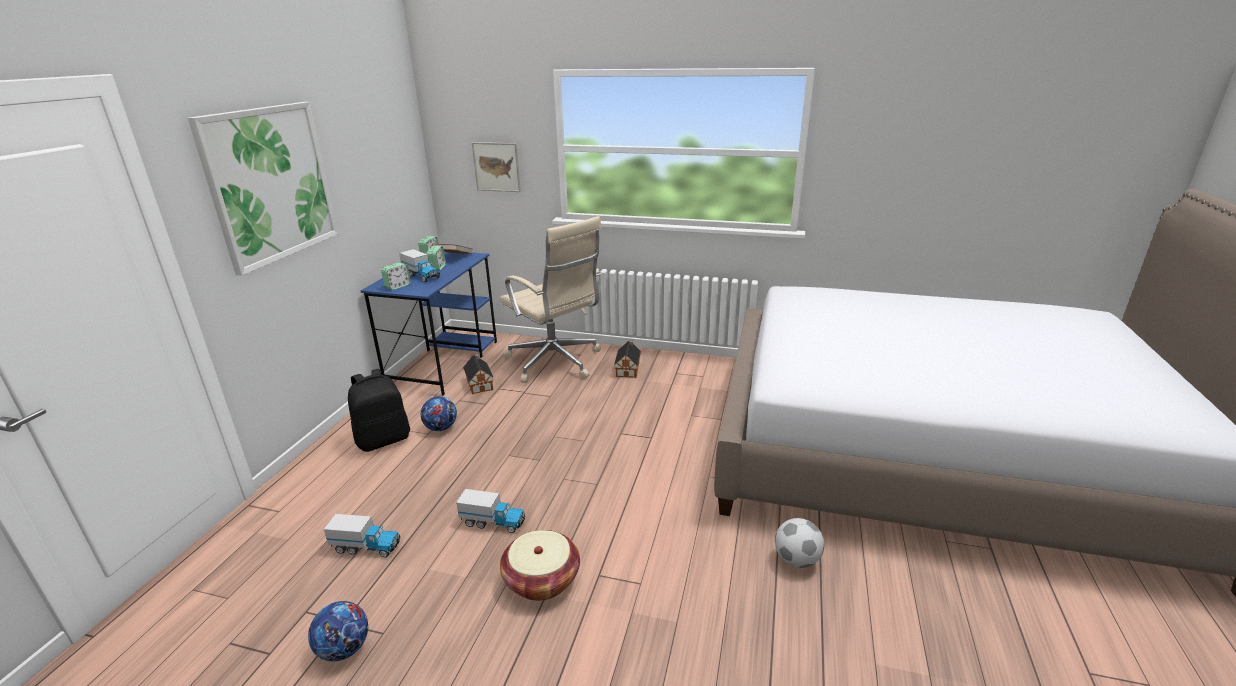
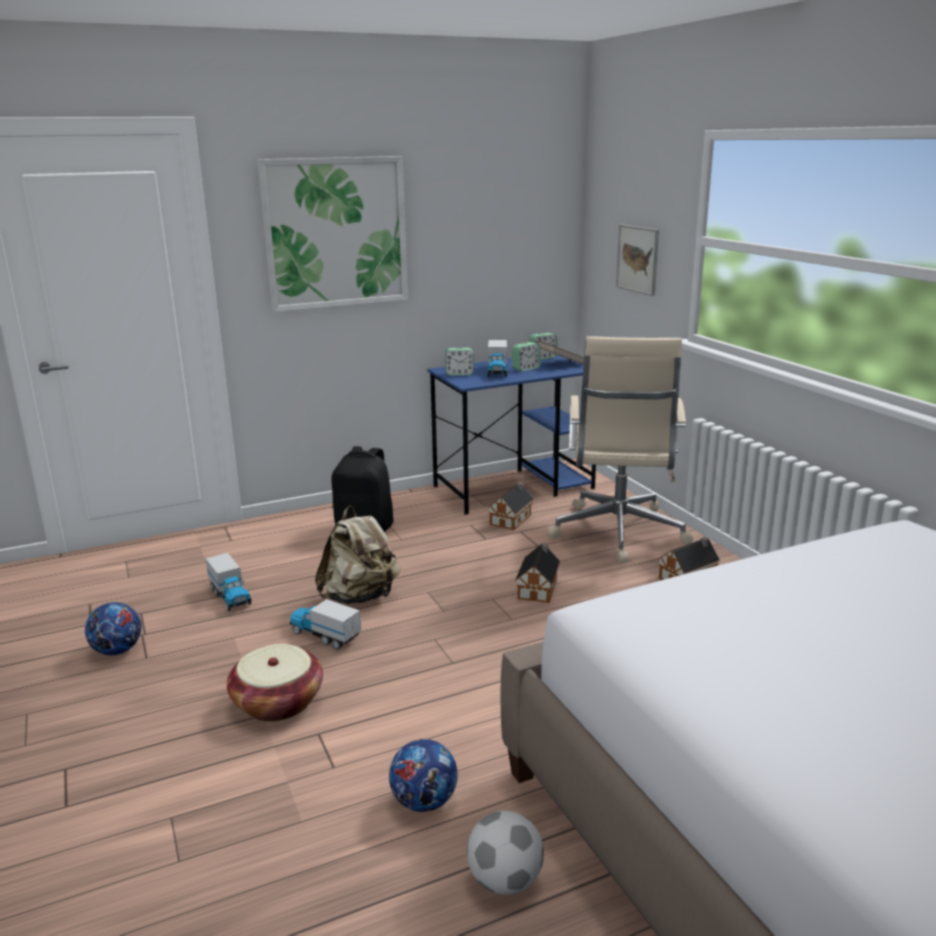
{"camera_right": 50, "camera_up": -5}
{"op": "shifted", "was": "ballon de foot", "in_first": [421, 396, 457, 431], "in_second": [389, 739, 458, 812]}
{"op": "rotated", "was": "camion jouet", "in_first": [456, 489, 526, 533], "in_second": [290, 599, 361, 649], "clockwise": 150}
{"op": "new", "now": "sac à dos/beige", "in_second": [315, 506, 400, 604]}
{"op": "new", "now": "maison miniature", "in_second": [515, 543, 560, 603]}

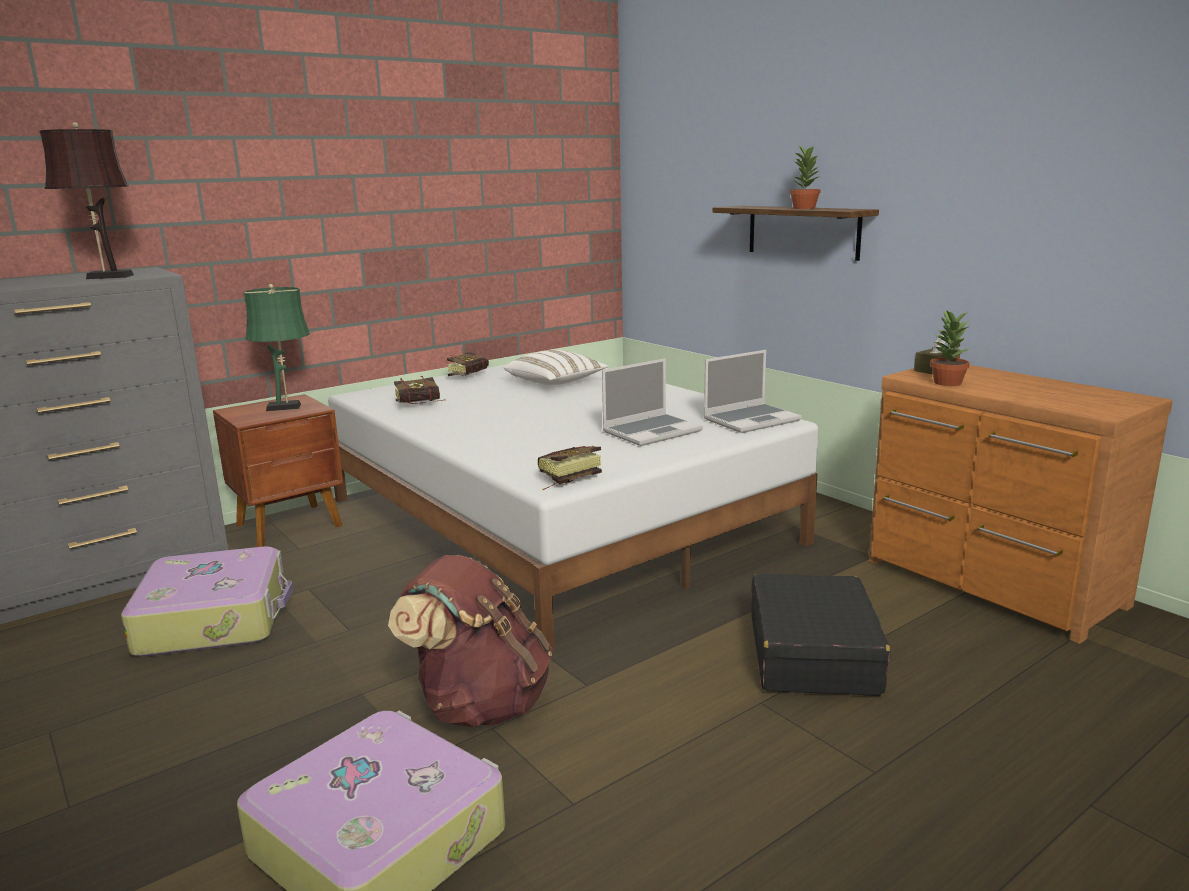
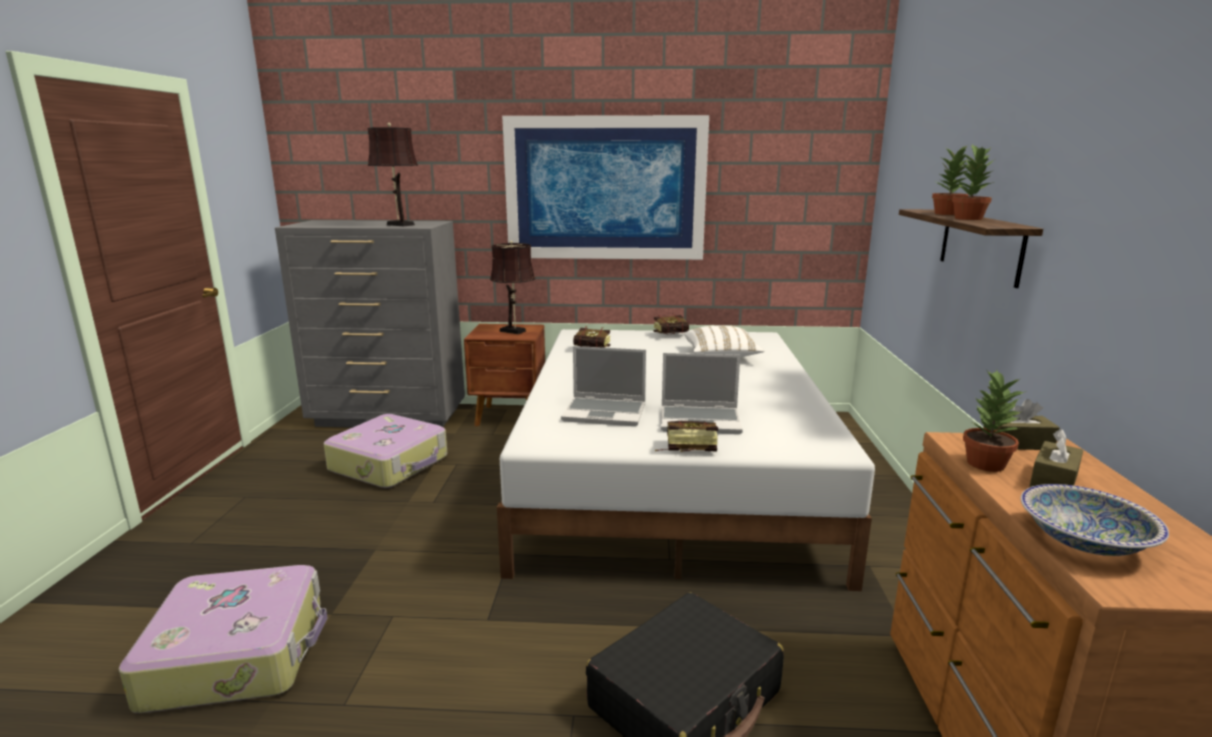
{"camera_right": 40, "camera_up": 0}
{"op": "repainted", "was": "lampe de table/vert", "now": "lampe de table/marron", "in_first": [244, 284, 310, 412], "in_second": [490, 241, 535, 334]}
{"op": "shifted", "was": "ordinateur portable", "in_first": [704, 350, 802, 433], "in_second": [561, 346, 646, 426]}
{"op": "shifted", "was": "livre", "in_first": [538, 446, 602, 490], "in_second": [655, 421, 718, 452]}
{"op": "gone", "was": "sac à dos/marron", "in_first": [388, 555, 553, 727]}
{"op": "new", "now": "tableau", "in_second": [502, 115, 709, 260]}
{"op": "new", "now": "plante en pot", "in_second": [932, 145, 968, 215]}
{"op": "new", "now": "boîte à mouchoirs/marron", "in_second": [1030, 429, 1083, 487]}
{"op": "new", "now": "bol", "in_second": [1021, 484, 1169, 556]}

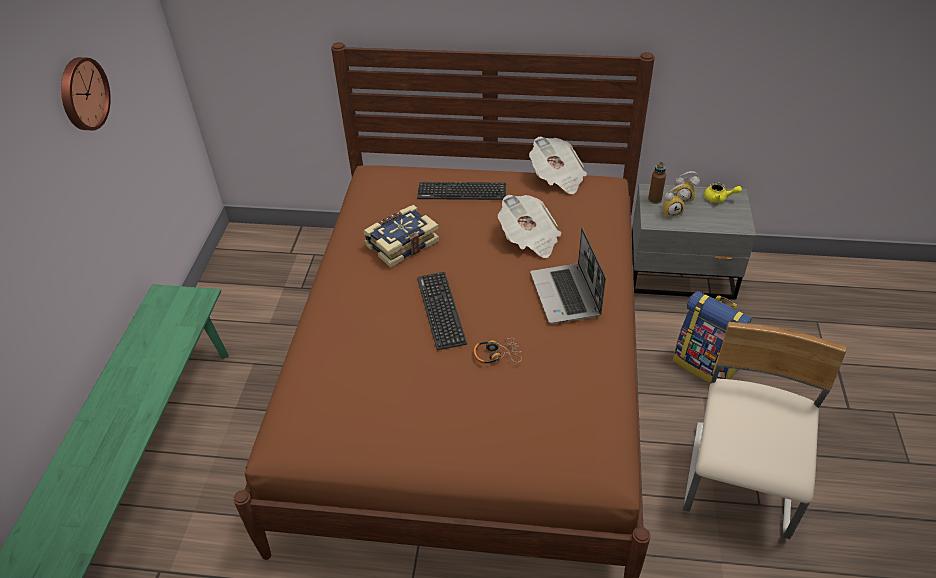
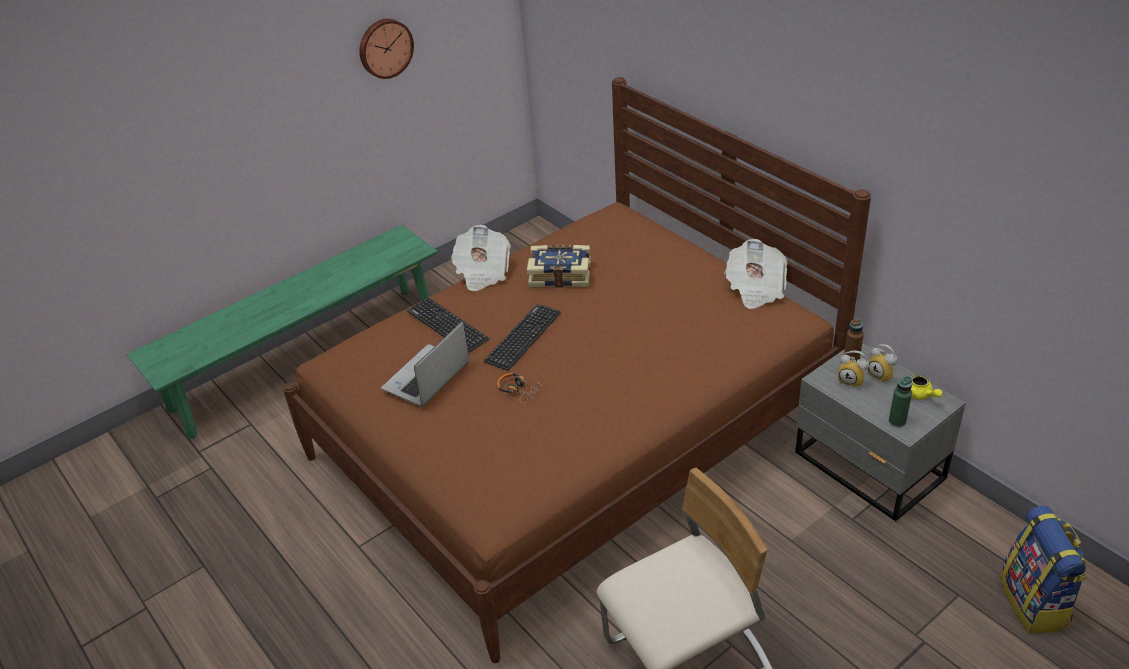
{"camera_right": 45, "camera_up": -5}
{"op": "shifted", "was": "clavier", "in_first": [417, 182, 506, 200], "in_second": [407, 298, 490, 353]}
{"op": "shifted", "was": "journal", "in_first": [498, 195, 561, 258], "in_second": [451, 225, 511, 291]}
{"op": "shifted", "was": "ordinateur portable", "in_first": [530, 227, 606, 324], "in_second": [381, 322, 469, 407]}
{"op": "shifted", "was": "sac à dos", "in_first": [673, 291, 752, 383], "in_second": [1000, 506, 1087, 634]}
{"op": "new", "now": "bouteille/vert", "in_second": [889, 376, 912, 427]}

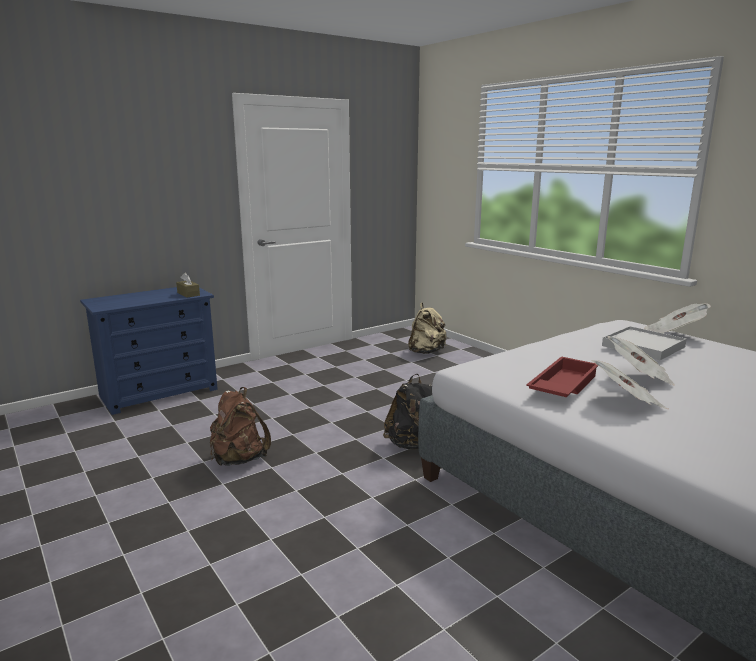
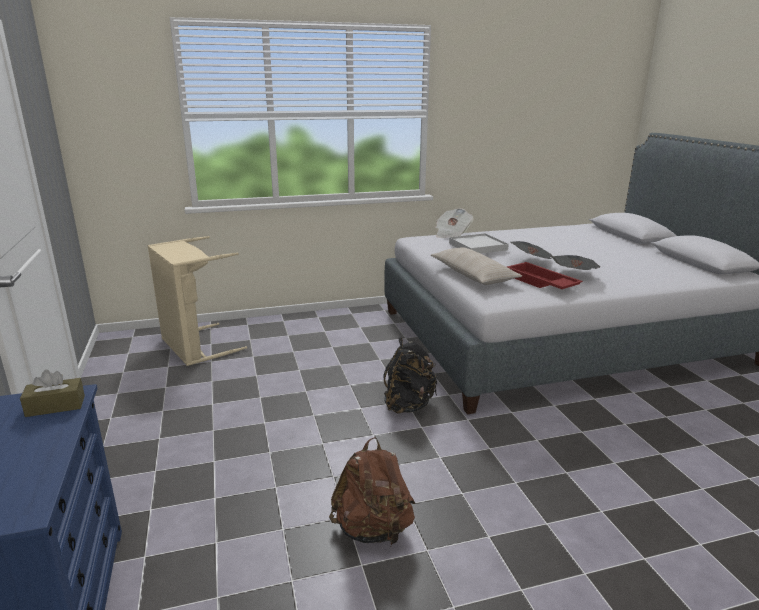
{"camera_right": -70, "camera_up": 5}
{"op": "swapped", "was": "sac à dos/beige", "now": "panier à linge/beige", "in_first": [408, 302, 446, 354], "in_second": [148, 236, 247, 366]}
{"op": "new", "now": "coussin/beige", "in_second": [431, 247, 522, 285]}

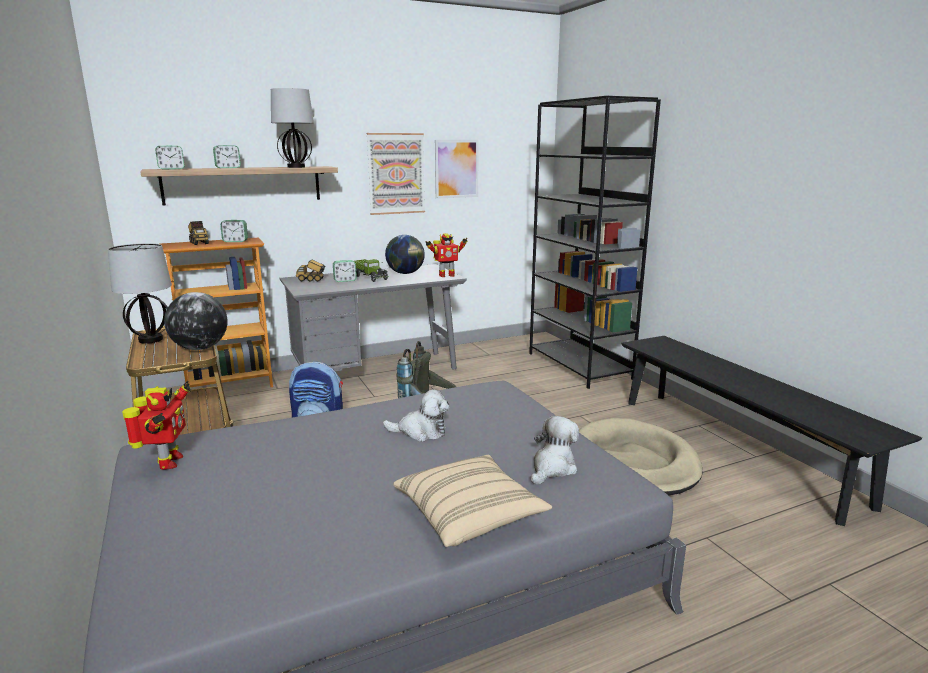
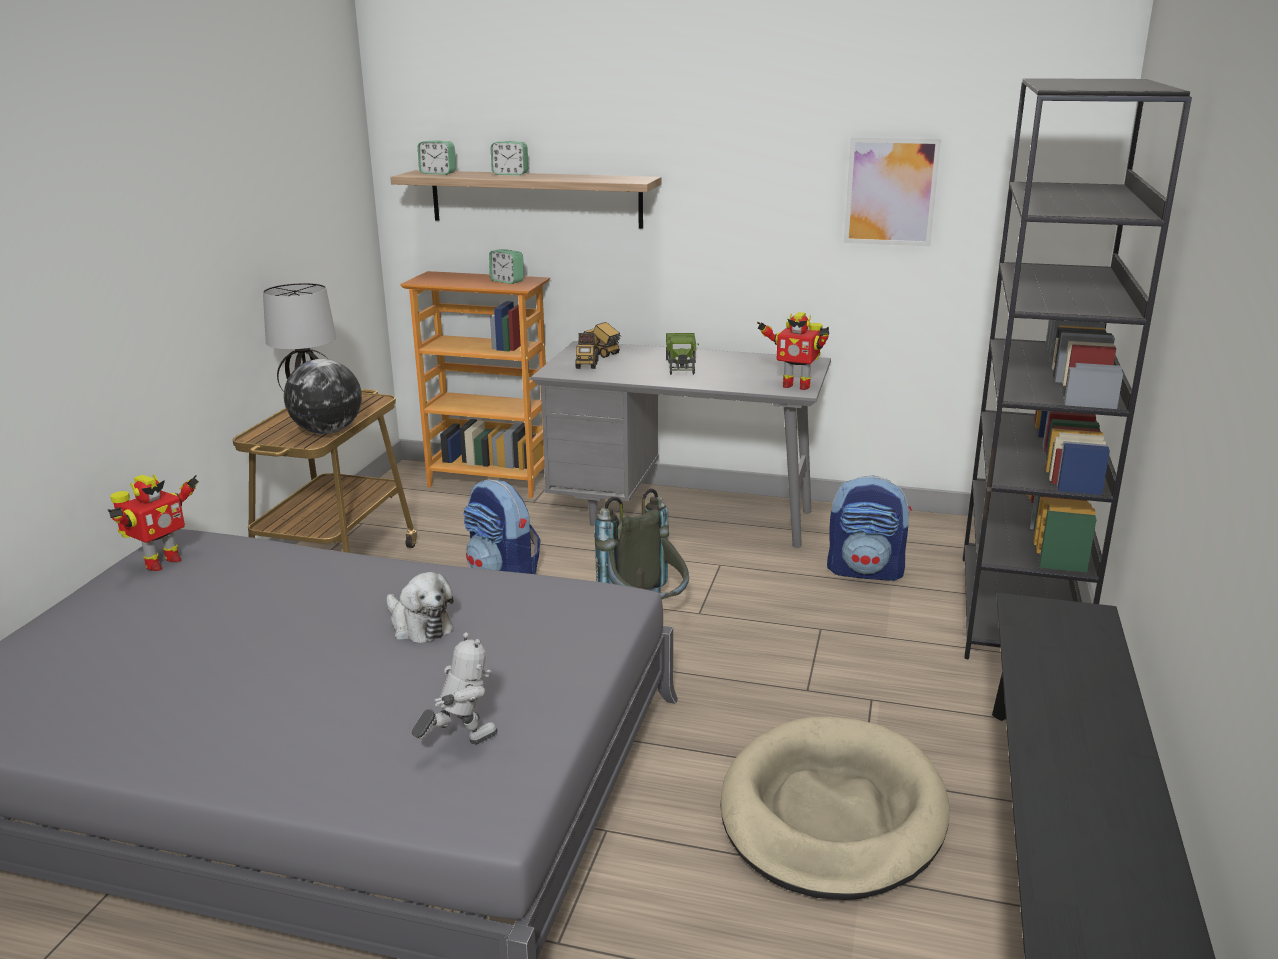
{"camera_right": 40, "camera_up": 5}
{"op": "gone", "was": "lampe de table", "in_first": [271, 88, 314, 168]}
{"op": "gone", "was": "tableau", "in_first": [366, 133, 425, 215]}
{"op": "shifted", "was": "camion jouet", "in_first": [188, 221, 209, 245], "in_second": [575, 333, 599, 369]}
{"op": "gone", "was": "globe", "in_first": [385, 235, 425, 274]}
{"op": "gone", "was": "réveil", "in_first": [333, 260, 357, 282]}
{"op": "swapped", "was": "peluche", "now": "robot jouet", "in_first": [531, 416, 579, 485], "in_second": [412, 632, 498, 744]}
{"op": "gone", "was": "coussin/beige", "in_first": [393, 455, 552, 547]}
{"op": "new", "now": "sac à dos", "in_second": [827, 475, 912, 581]}

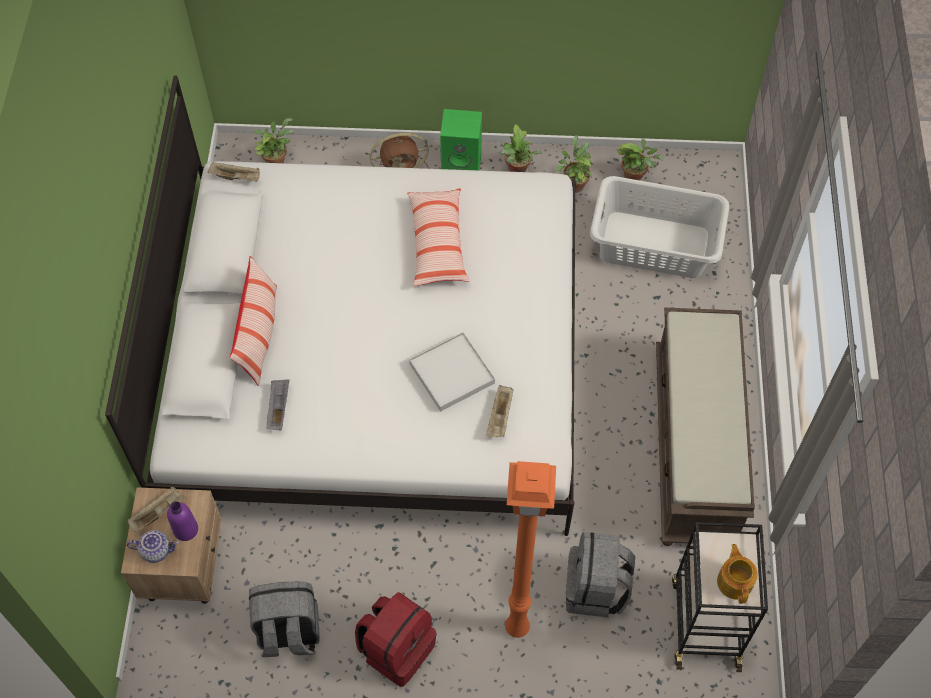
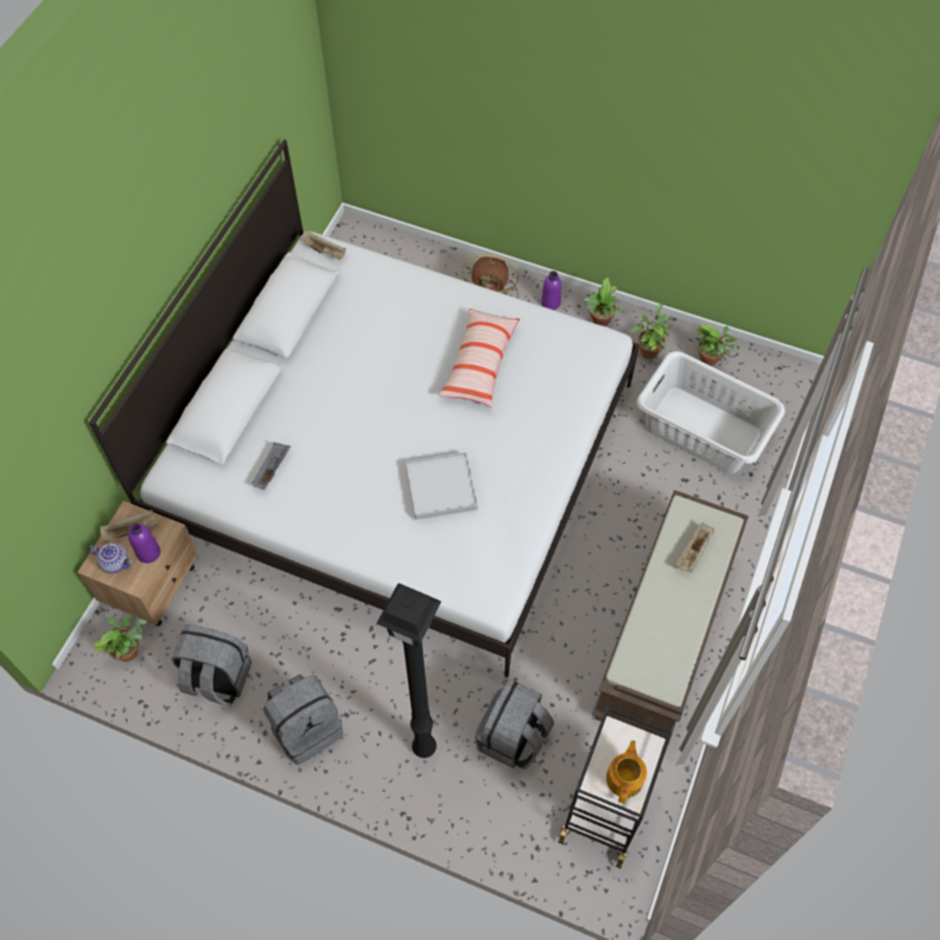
{"camera_right": 20, "camera_up": 0}
{"op": "swapped", "was": "enceinte/vert", "now": "bouteille/violet", "in_first": [440, 109, 482, 170], "in_second": [541, 271, 562, 310]}
{"op": "shifted", "was": "plante en pot", "in_first": [253, 118, 294, 163], "in_second": [93, 615, 147, 662]}
{"op": "gone", "was": "coussin", "in_first": [230, 256, 277, 386]}
{"op": "shifted", "was": "plateau/beige", "in_first": [486, 385, 513, 438], "in_second": [675, 523, 715, 572]}
{"op": "repainted", "was": "lampadaire/orange", "now": "lampadaire/noir", "in_first": [505, 461, 556, 638], "in_second": [376, 583, 442, 758]}
{"op": "repainted", "was": "sac à dos/rouge", "now": "sac à dos/gris", "in_first": [355, 592, 437, 687], "in_second": [263, 674, 343, 765]}

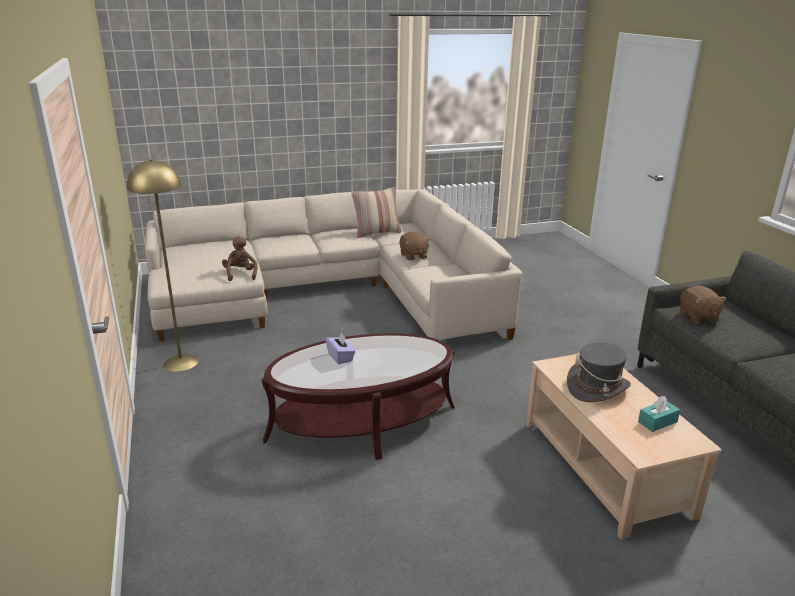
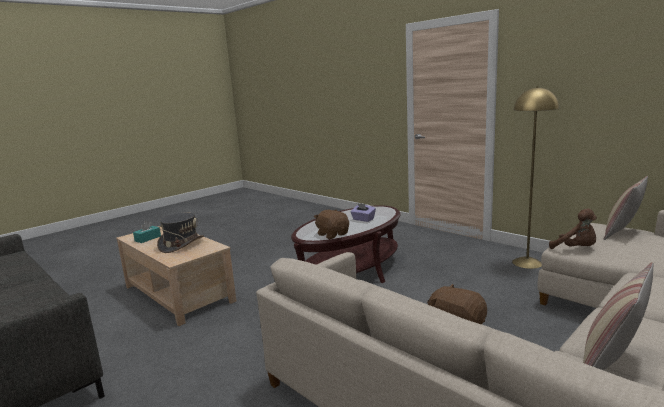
{"camera_right": 155, "camera_up": -10}
{"op": "shifted", "was": "peluche/marron", "in_first": [680, 286, 727, 323], "in_second": [314, 209, 349, 239]}
{"op": "new", "now": "coussin", "in_second": [604, 176, 648, 240]}

